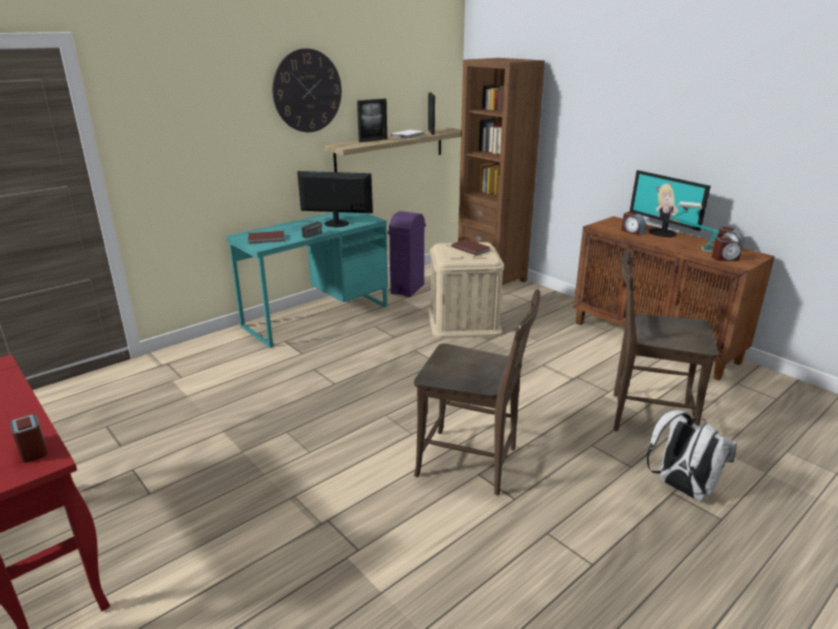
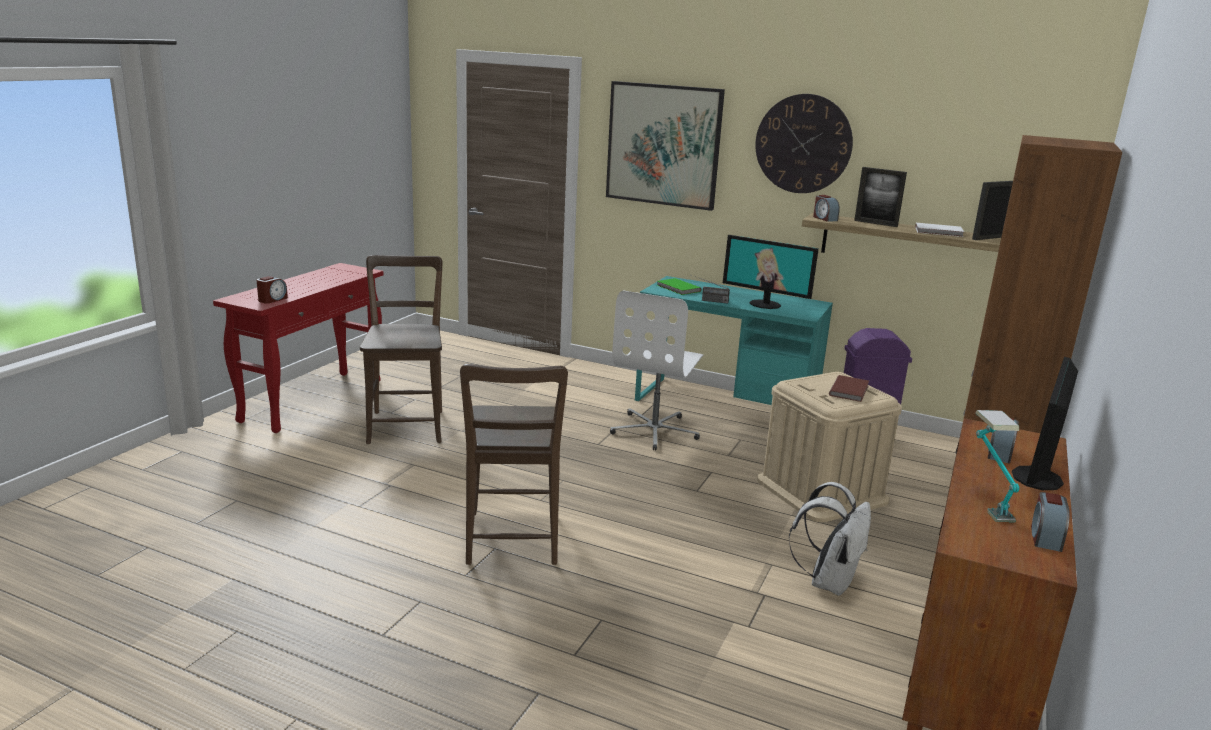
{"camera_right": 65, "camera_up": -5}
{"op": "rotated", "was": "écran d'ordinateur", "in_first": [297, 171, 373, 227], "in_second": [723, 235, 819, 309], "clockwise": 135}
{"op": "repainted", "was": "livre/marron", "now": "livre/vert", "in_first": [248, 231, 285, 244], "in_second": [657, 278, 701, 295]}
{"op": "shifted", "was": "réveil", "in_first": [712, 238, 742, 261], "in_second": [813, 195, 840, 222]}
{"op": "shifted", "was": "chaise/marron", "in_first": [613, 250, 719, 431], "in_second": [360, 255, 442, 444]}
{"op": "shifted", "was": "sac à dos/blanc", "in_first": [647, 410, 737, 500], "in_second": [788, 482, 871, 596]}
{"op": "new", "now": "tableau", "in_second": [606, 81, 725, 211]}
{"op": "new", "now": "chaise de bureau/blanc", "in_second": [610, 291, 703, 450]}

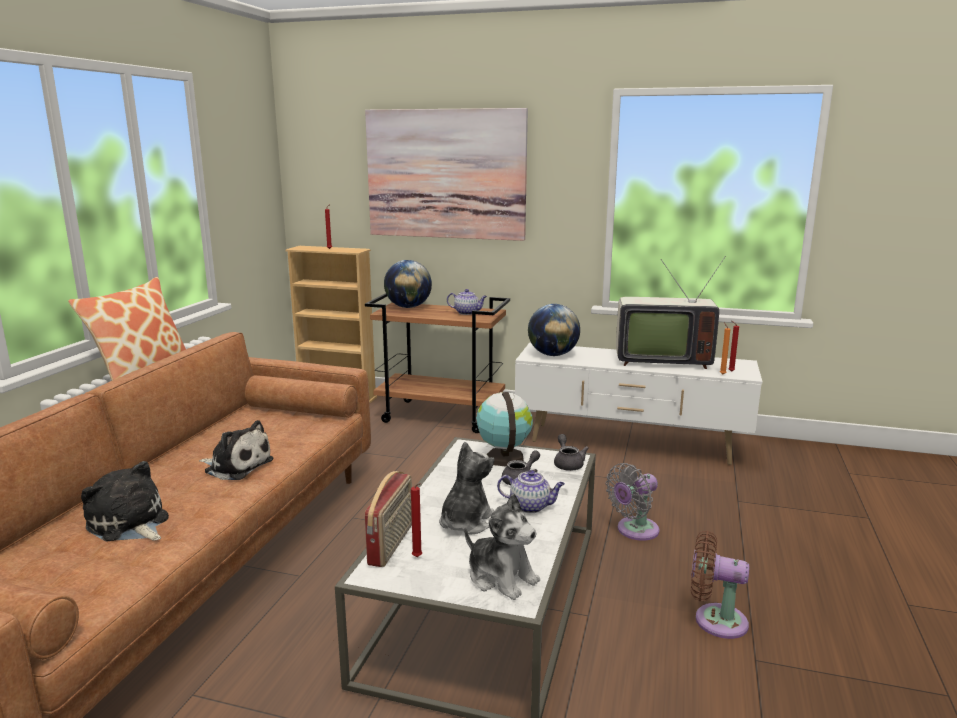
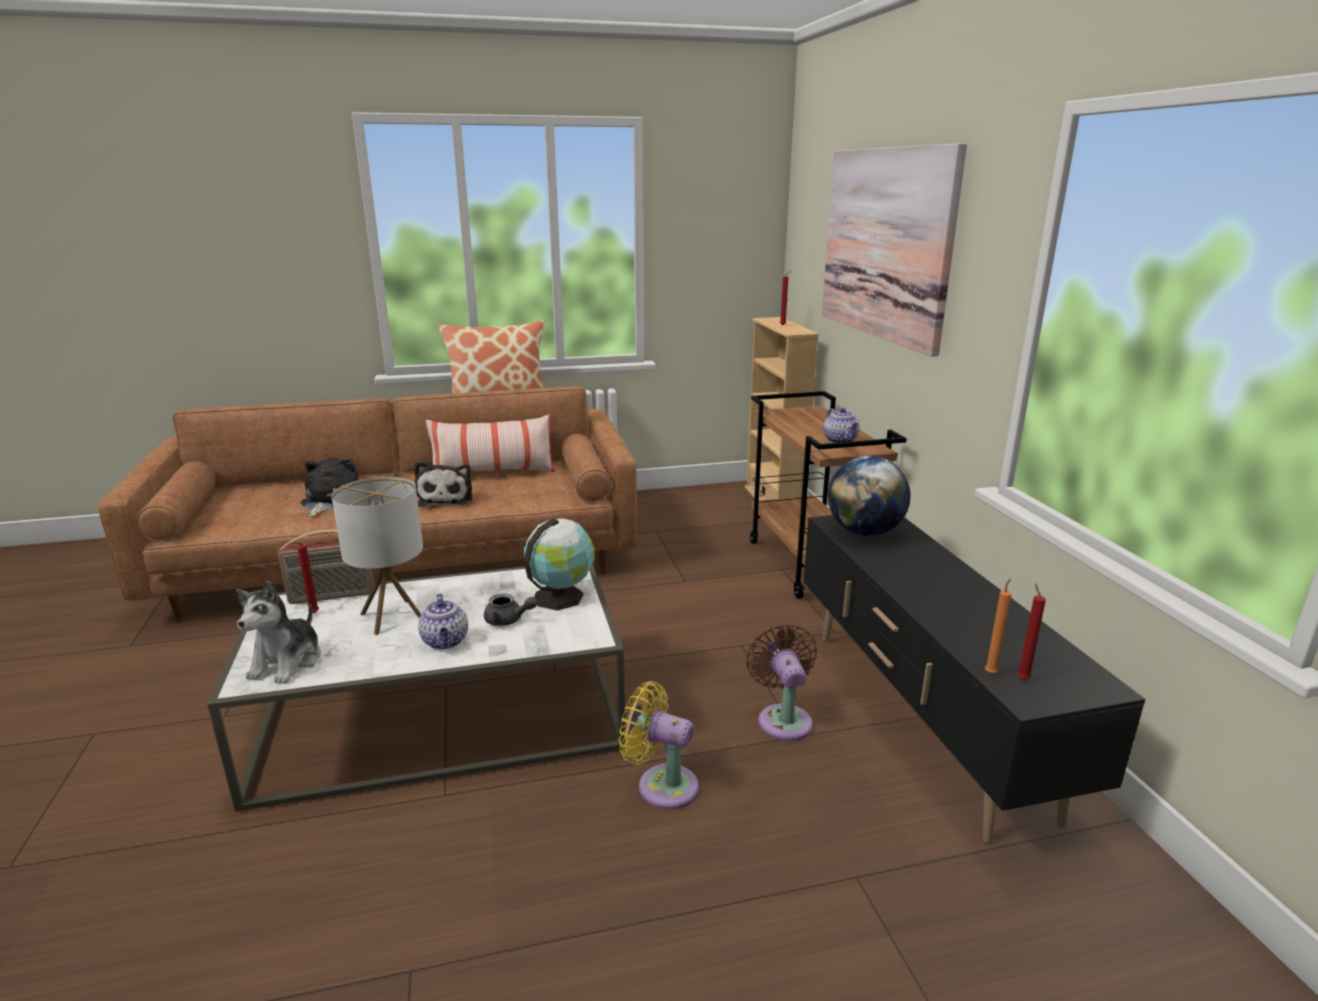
{"camera_right": 60, "camera_up": 5}
{"op": "gone", "was": "téléviseur", "in_first": [616, 256, 726, 369]}
{"op": "gone", "was": "globe", "in_first": [384, 260, 432, 308]}
{"op": "repainted", "was": "meuble télé/blanc", "now": "meuble télé/noir", "in_first": [515, 343, 763, 465], "in_second": [804, 515, 1145, 843]}
{"op": "gone", "was": "théière/gris", "in_first": [554, 434, 589, 471]}
{"op": "swapped", "was": "peluche", "now": "lampe de table", "in_first": [439, 442, 494, 535], "in_second": [332, 477, 423, 635]}
{"op": "repainted", "was": "ventilateur/gris", "now": "ventilateur/jaune", "in_first": [605, 463, 660, 541], "in_second": [619, 681, 699, 810]}
{"op": "shifted", "was": "ventilateur/marron", "in_first": [691, 531, 749, 639], "in_second": [746, 623, 817, 741]}
{"op": "new", "now": "coussin", "in_second": [426, 414, 555, 472]}

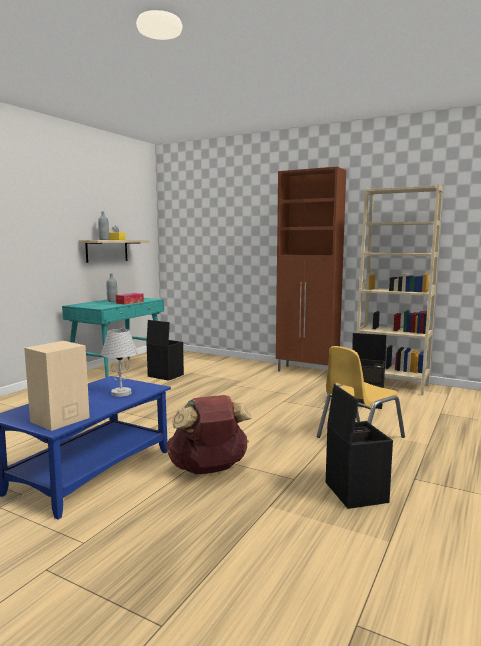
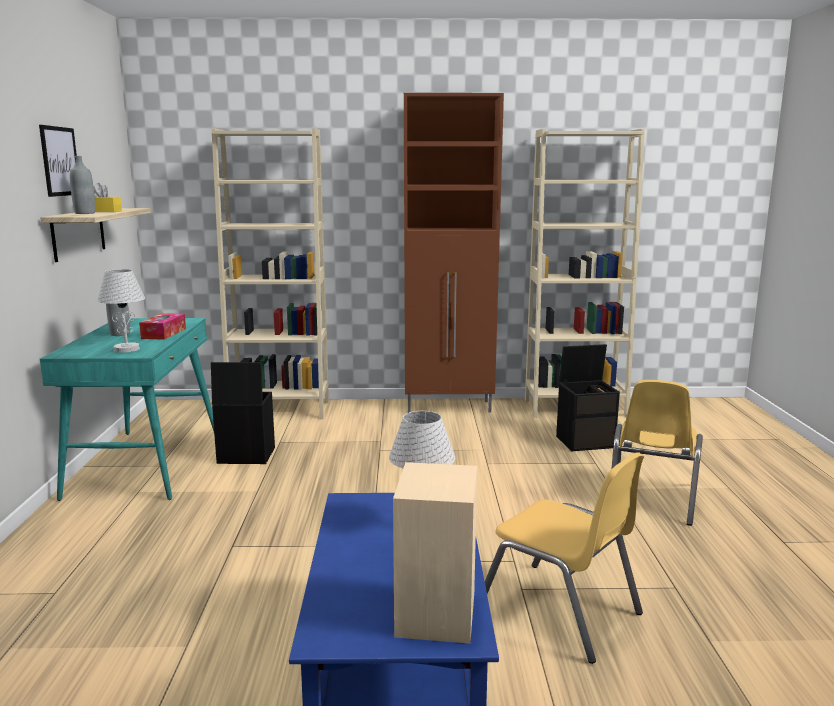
{"camera_right": -30, "camera_up": 5}
{"op": "gone", "was": "boîte de rangement/noir", "in_first": [326, 384, 393, 509]}
{"op": "swapped", "was": "sac à dos/marron", "now": "chaise/jaune", "in_first": [166, 395, 252, 474], "in_second": [485, 452, 644, 664]}
{"op": "new", "now": "tableau", "in_second": [39, 125, 77, 197]}
{"op": "new", "now": "bibliothèque/beige", "in_second": [211, 128, 329, 419]}
{"op": "new", "now": "lampe de table/blanc", "in_second": [97, 269, 145, 353]}

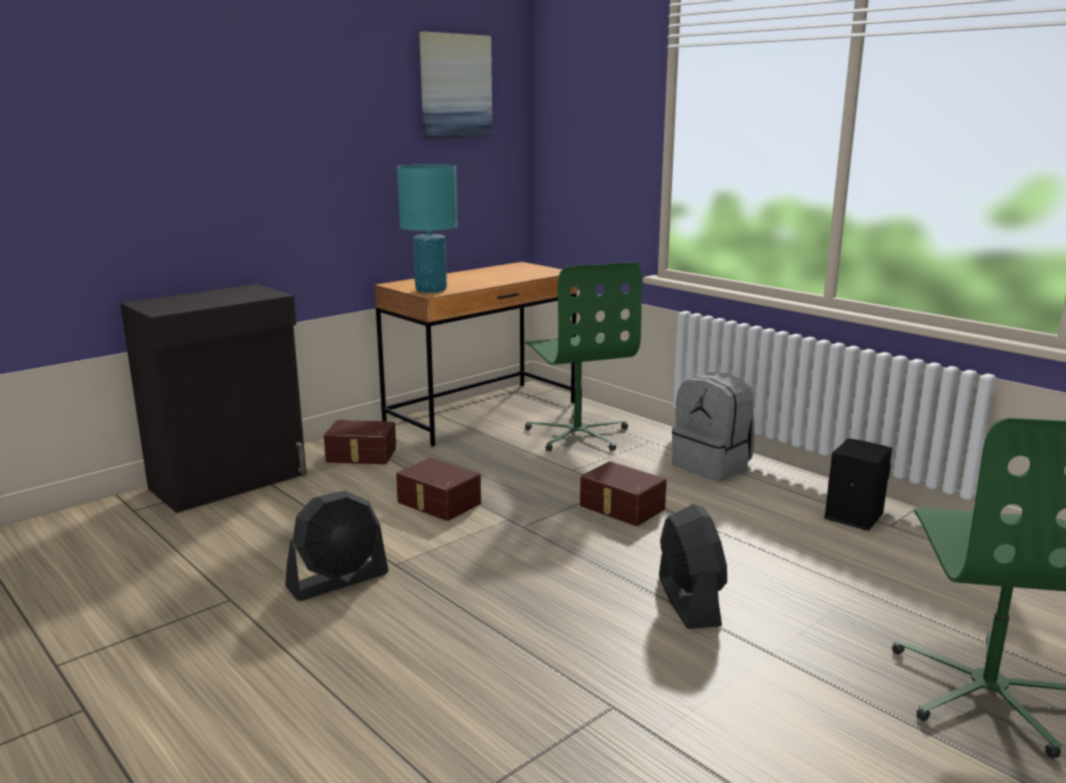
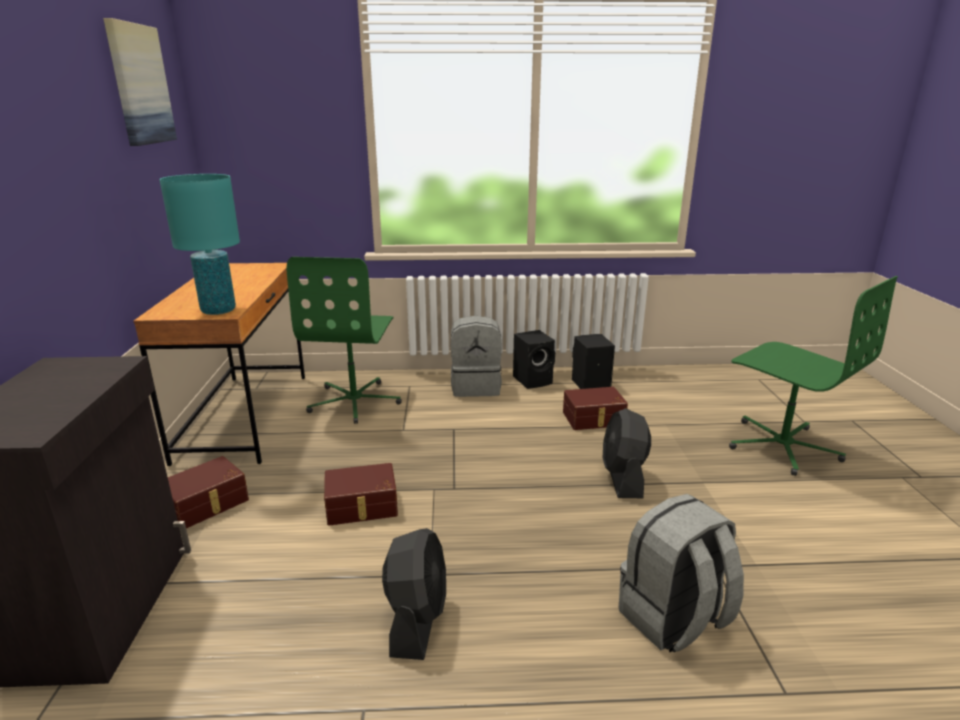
{"camera_right": -50, "camera_up": 5}
{"op": "rotated", "was": "chaise de bureau/vert", "in_first": [525, 262, 642, 451], "in_second": [286, 257, 402, 424], "clockwise": 75}
{"op": "shifted", "was": "boîte de rangement/marron", "in_first": [580, 461, 667, 526], "in_second": [563, 387, 628, 430]}
{"op": "rotated", "was": "ventilateur/noir", "in_first": [659, 504, 727, 629], "in_second": [603, 408, 651, 498], "clockwise": -120}
{"op": "new", "now": "enceinte/noir", "in_second": [513, 330, 555, 389]}
{"op": "new", "now": "sac à dos/gris", "in_second": [619, 494, 744, 652]}

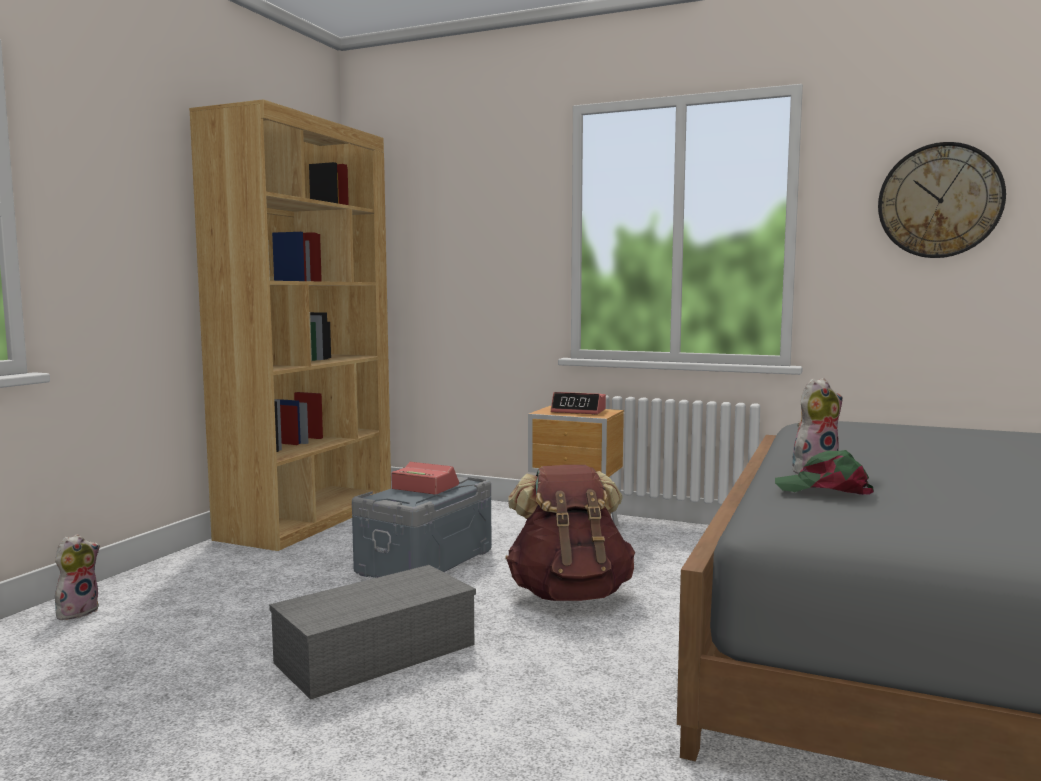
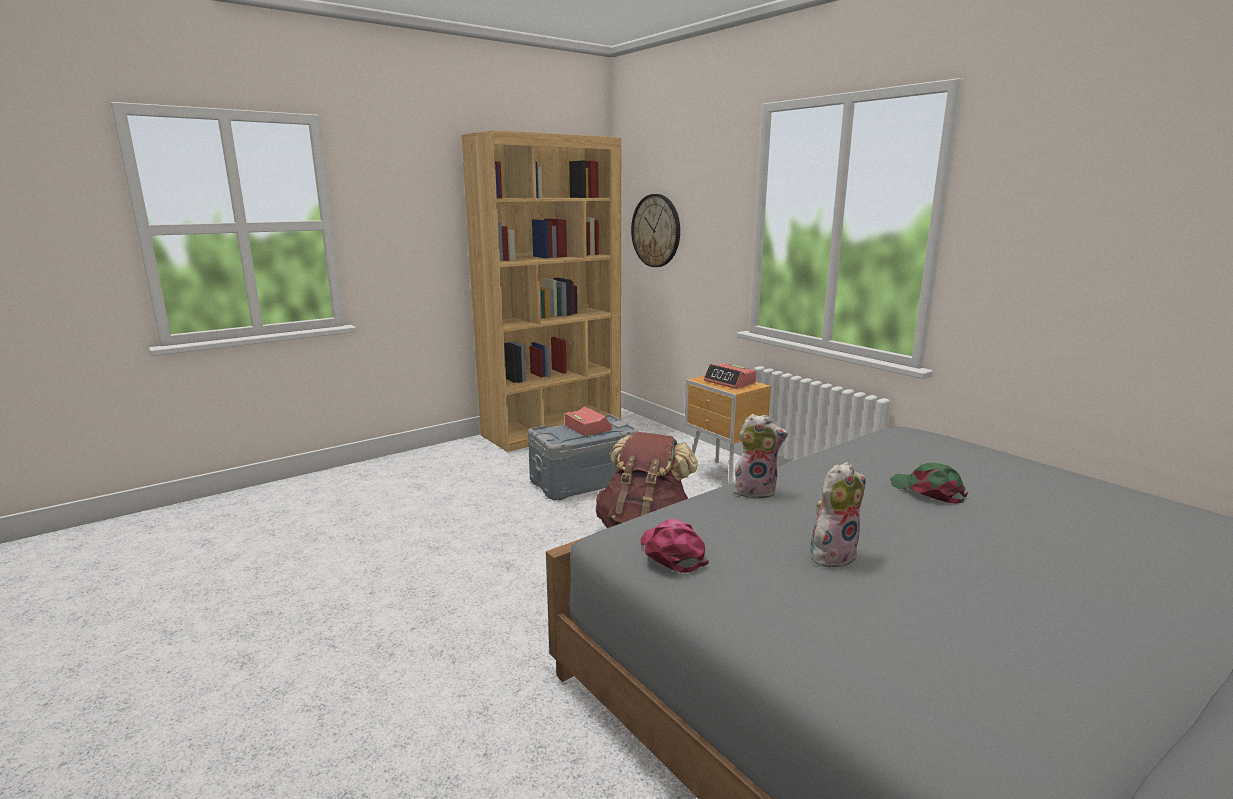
{"camera_right": 30, "camera_up": 10}
{"op": "shifted", "was": "horloge murale", "in_first": [878, 142, 1006, 258], "in_second": [631, 194, 680, 267]}
{"op": "shifted", "was": "casquette/vert", "in_first": [775, 450, 874, 495], "in_second": [890, 463, 968, 504]}
{"op": "shifted", "was": "peluche", "in_first": [55, 534, 100, 621], "in_second": [810, 462, 866, 567]}
{"op": "gone", "was": "boîte de rangement/gris", "in_first": [269, 565, 476, 700]}
{"op": "new", "now": "casquette/rose", "in_second": [641, 519, 709, 573]}

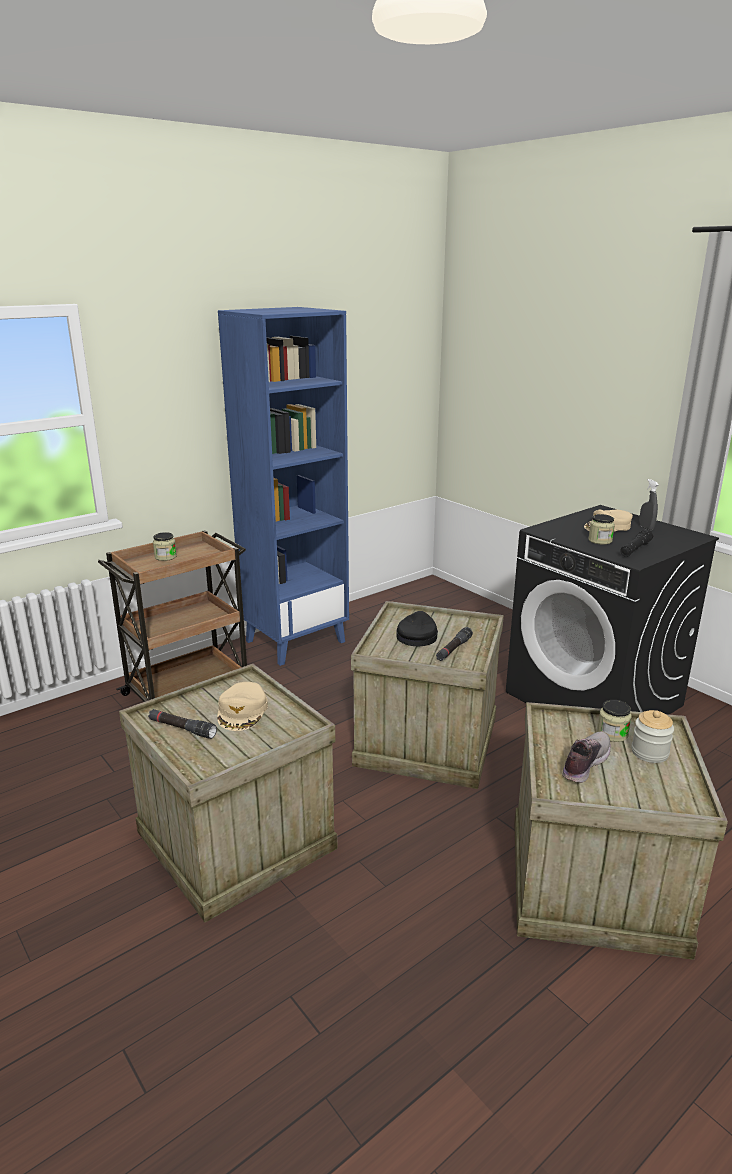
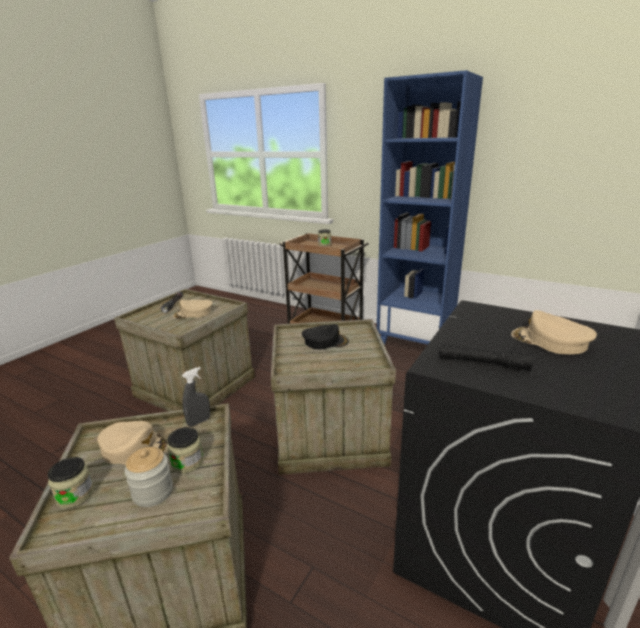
{"camera_right": 70, "camera_up": 0}
{"op": "shifted", "was": "vaporisateur/gris", "in_first": [639, 479, 659, 530], "in_second": [182, 367, 210, 427]}
{"op": "shifted", "was": "bocal", "in_first": [588, 514, 615, 545], "in_second": [48, 457, 94, 509]}
{"op": "gone", "was": "lampe de poche/noir", "in_first": [436, 627, 473, 661]}
{"op": "swapped", "was": "chaussure", "now": "casquette/beige", "in_first": [562, 732, 611, 783], "in_second": [97, 421, 168, 465]}

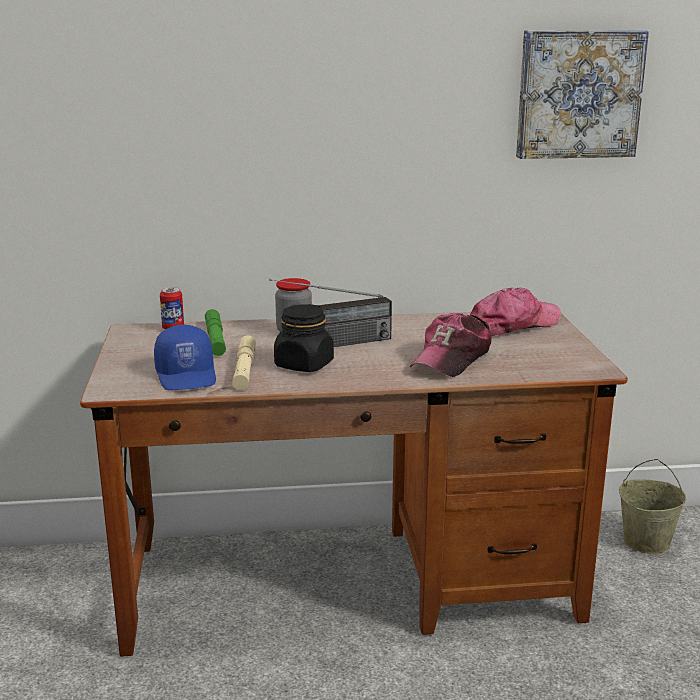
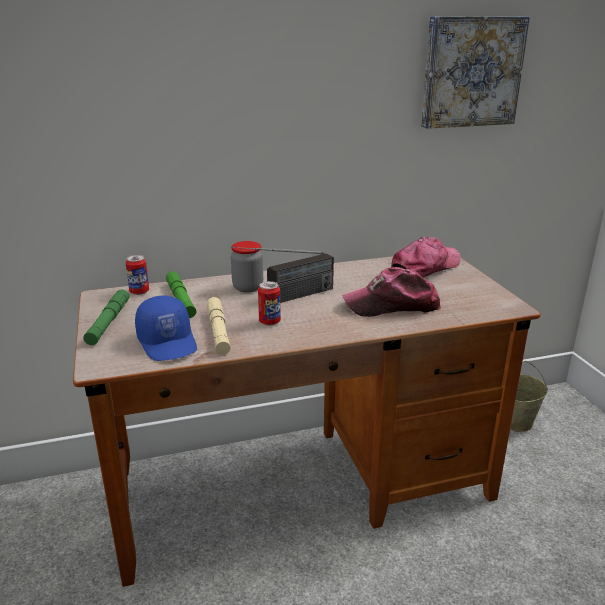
{"camera_right": -10, "camera_up": 5}
{"op": "swapped", "was": "bocal/noir", "now": "boîte métallique", "in_first": [274, 304, 334, 372], "in_second": [258, 281, 281, 325]}
{"op": "rotated", "was": "casquette", "in_first": [410, 313, 492, 377], "in_second": [342, 267, 441, 317], "clockwise": 60}
{"op": "new", "now": "lampe de poche/vert", "in_second": [83, 290, 129, 345]}

